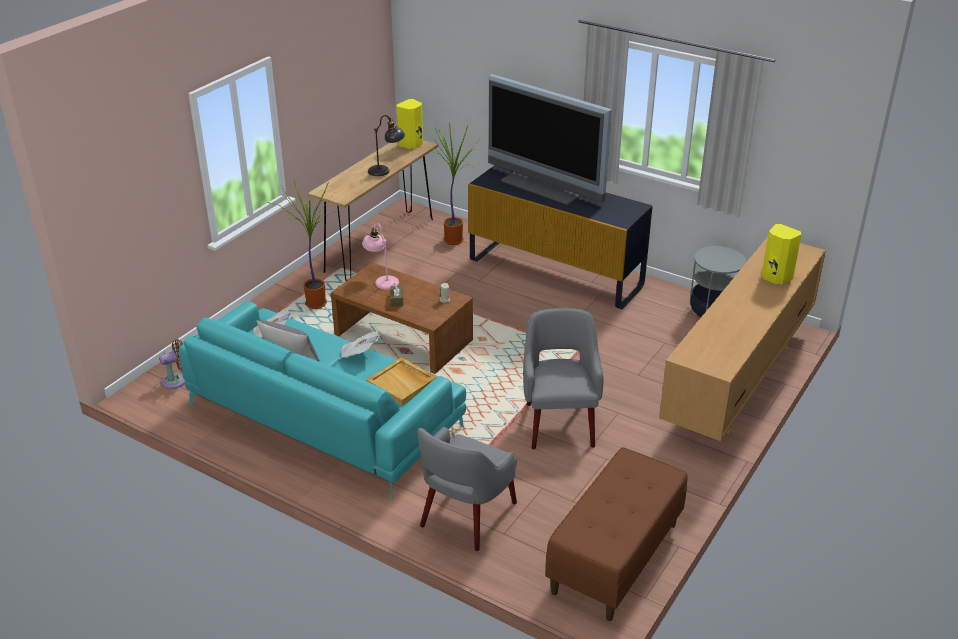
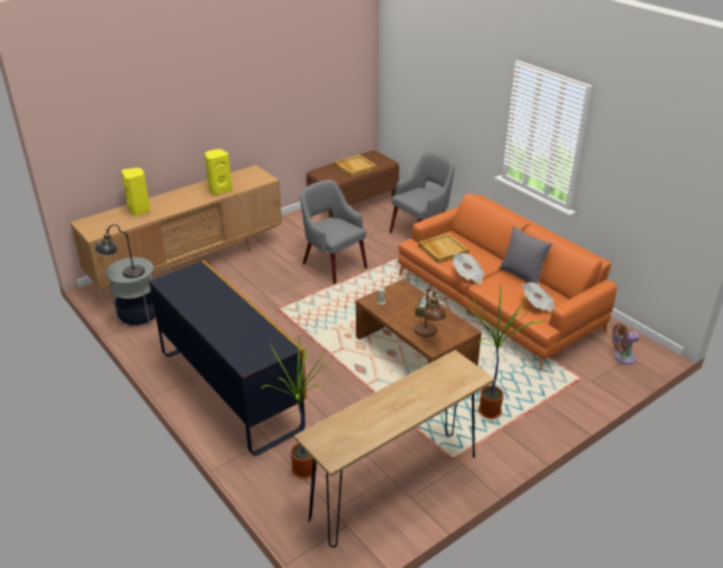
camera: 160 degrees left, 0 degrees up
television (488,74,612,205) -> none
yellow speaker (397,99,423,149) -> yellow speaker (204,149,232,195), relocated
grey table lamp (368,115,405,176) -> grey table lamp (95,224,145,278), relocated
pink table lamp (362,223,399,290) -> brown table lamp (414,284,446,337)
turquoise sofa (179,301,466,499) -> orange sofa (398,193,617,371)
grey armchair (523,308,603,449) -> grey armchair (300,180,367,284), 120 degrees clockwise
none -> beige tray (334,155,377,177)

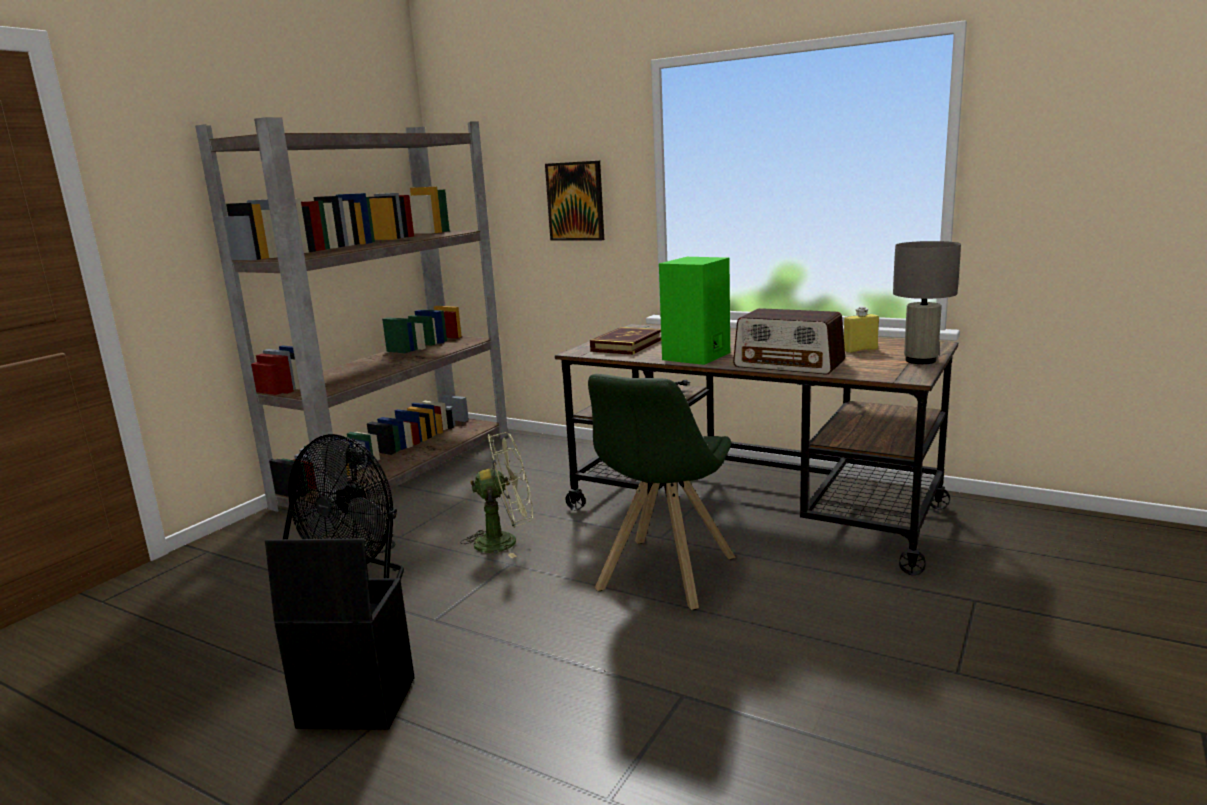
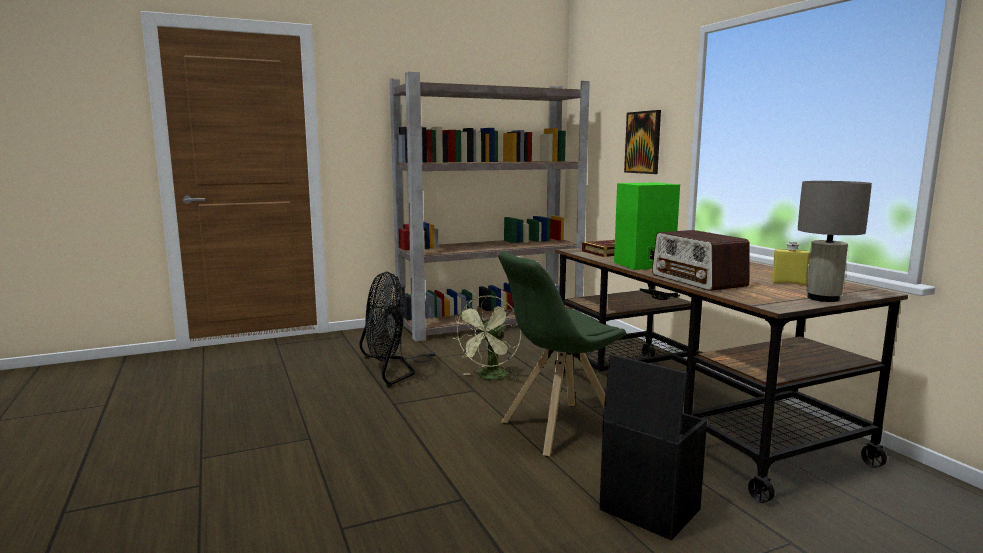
camera: 35 degrees right, 5 degrees down
green fan (460,432,533,558) -> green fan (454,295,521,380), 90 degrees clockwise
black storage box (265,538,415,730) -> black storage box (599,354,707,540), relocated

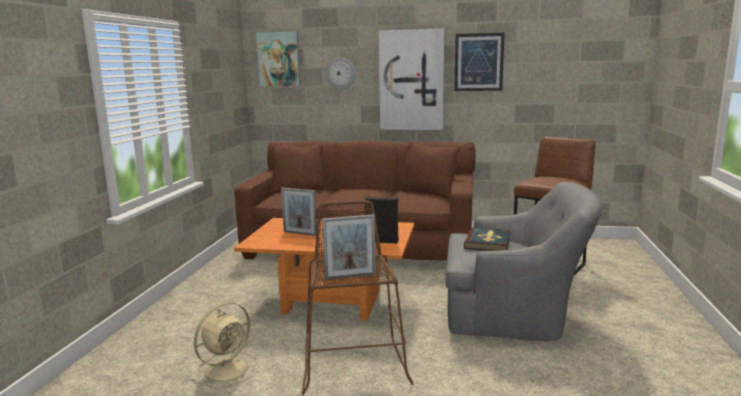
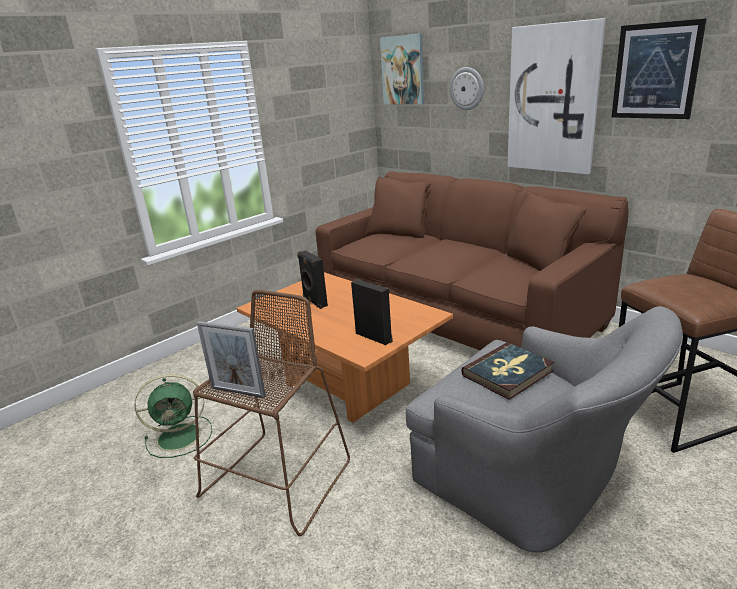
camera: 35 degrees right, 10 degrees up
picture frame (281,188,317,236) -> black speaker (297,250,328,309)
beige fan (191,302,260,388) -> green fan (134,374,212,458)

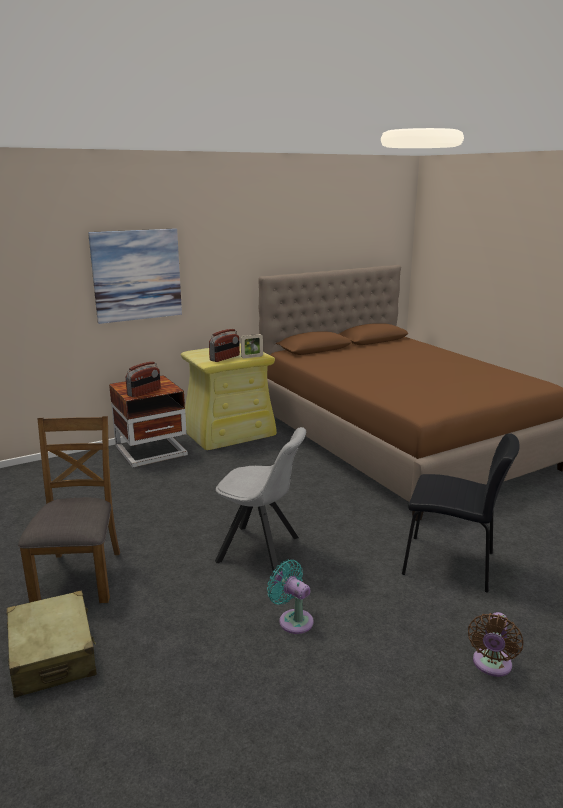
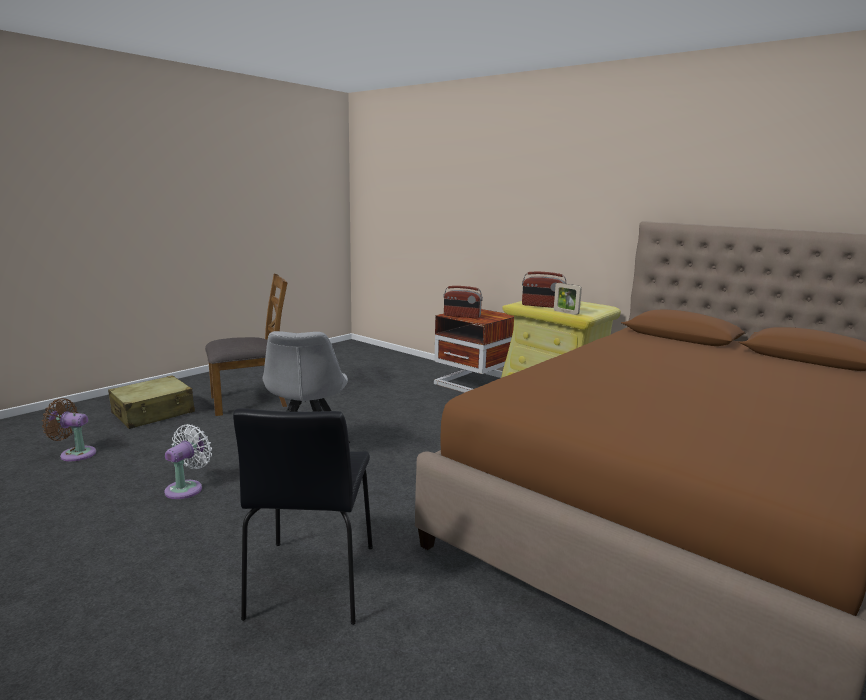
camera: 70 degrees right, 5 degrees down
picture (88,228,182,324) -> none
turquoise fan (267,560,313,634) -> white fan (164,424,212,499)
brown fan (468,612,523,677) -> brown fan (42,398,96,461), relocated

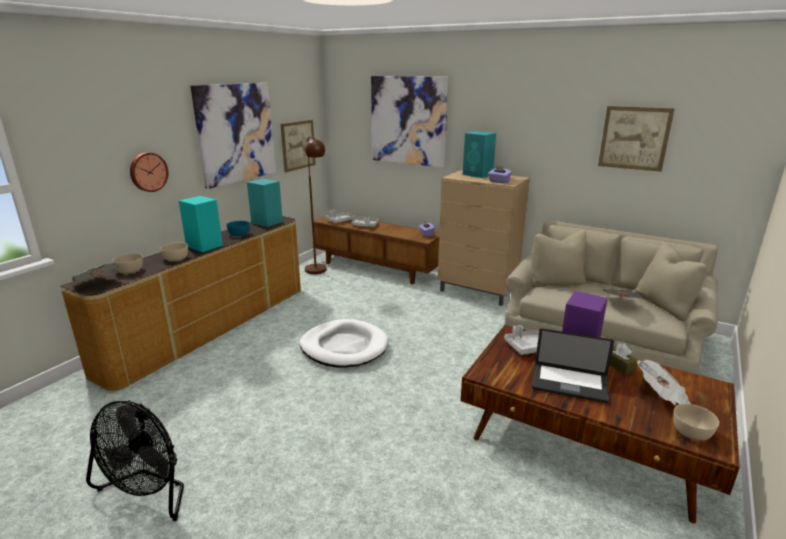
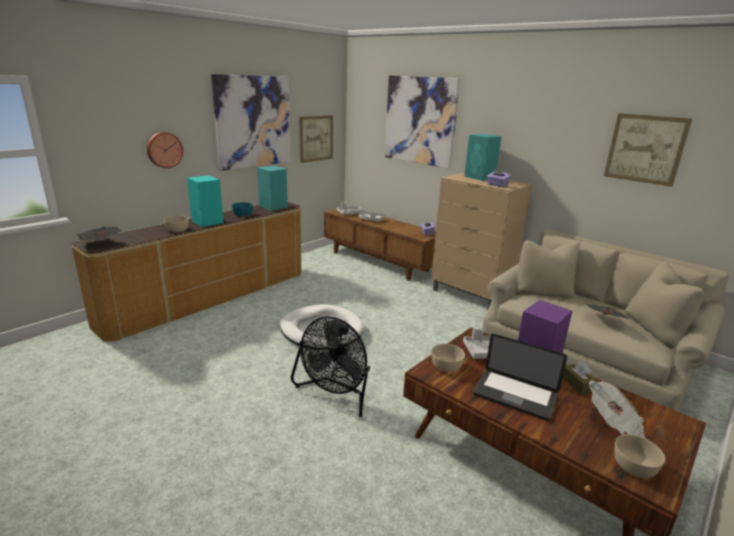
camera: 10 degrees right, 0 degrees up
brown floor lamp (305,136,327,274) -> none
beige bowl (112,253,143,273) -> beige bowl (431,344,465,372), relocated
black fan (86,400,184,521) -> black fan (291,317,370,417), relocated

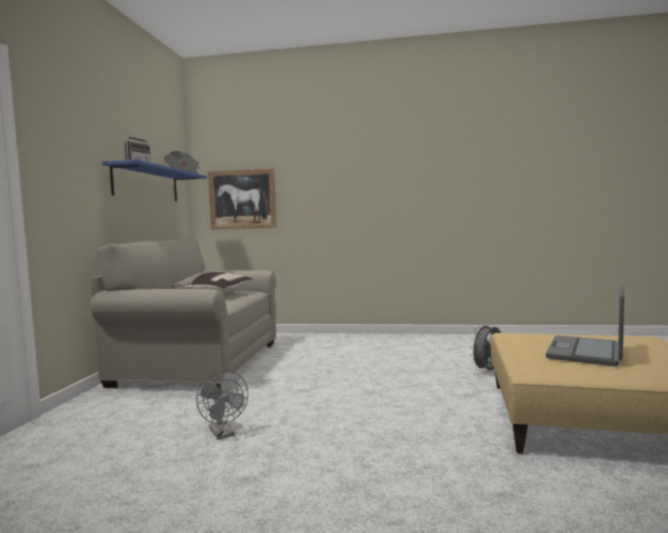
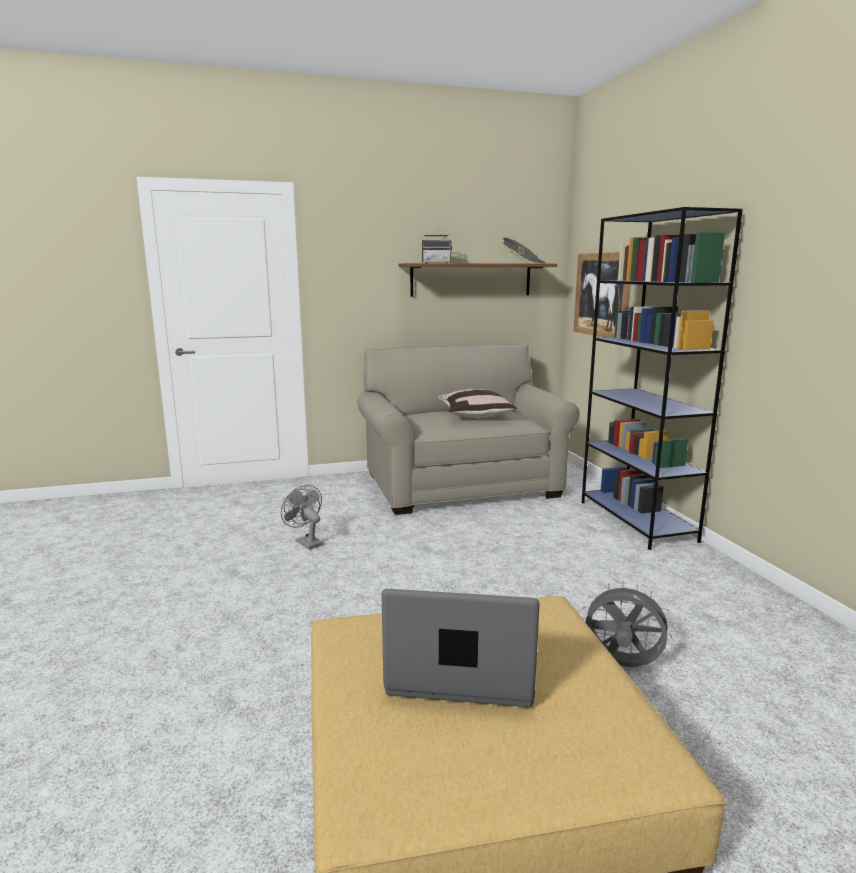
camera: 65 degrees right, 10 degrees up
blue shelf (102,159,207,202) -> brown shelf (399,263,557,297)
grey fan (196,370,248,439) -> grey fan (281,485,323,550), 105 degrees clockwise
none -> blue bookcase (582,207,743,550)

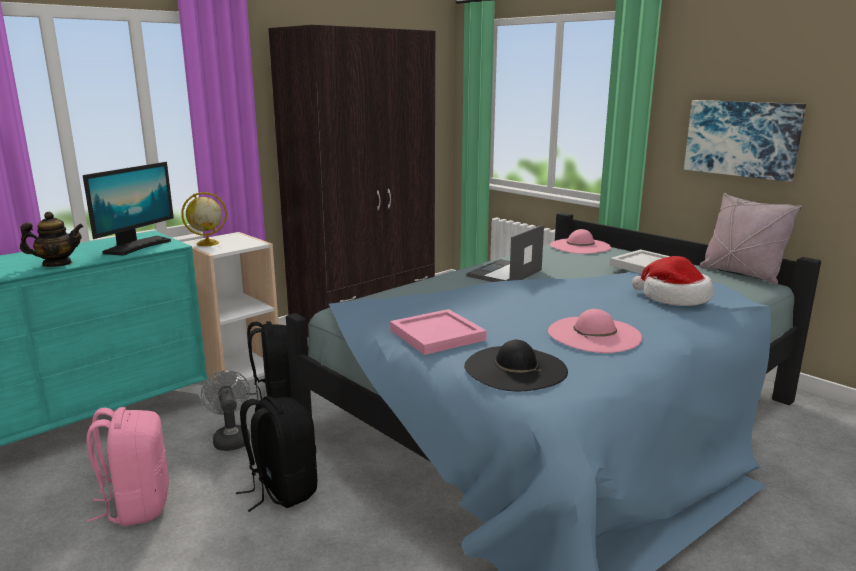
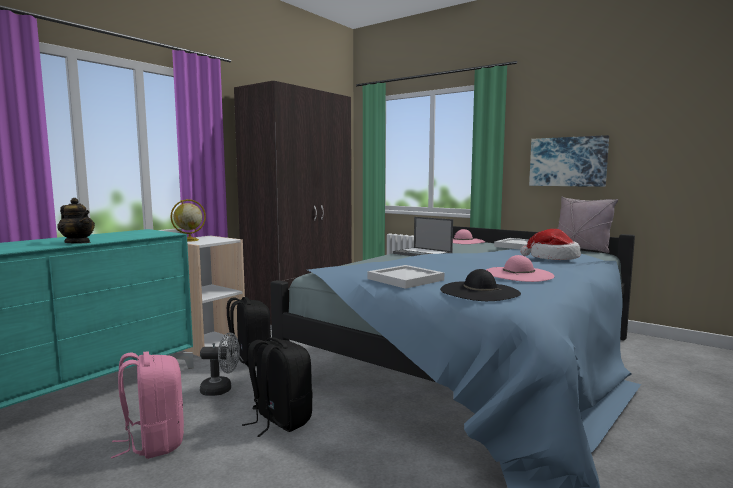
camera: 10 degrees left, 10 degrees down
monitor (83,162,174,256) -> none
teapot (20,212,84,267) -> teapot (57,198,95,243), 60 degrees clockwise
laptop (466,225,544,282) -> laptop (393,217,453,256), 75 degrees counterclockwise
pink tray (390,309,487,355) -> white tray (368,265,444,289)
grey fan (201,370,250,451) -> grey fan (200,333,240,396), 120 degrees clockwise

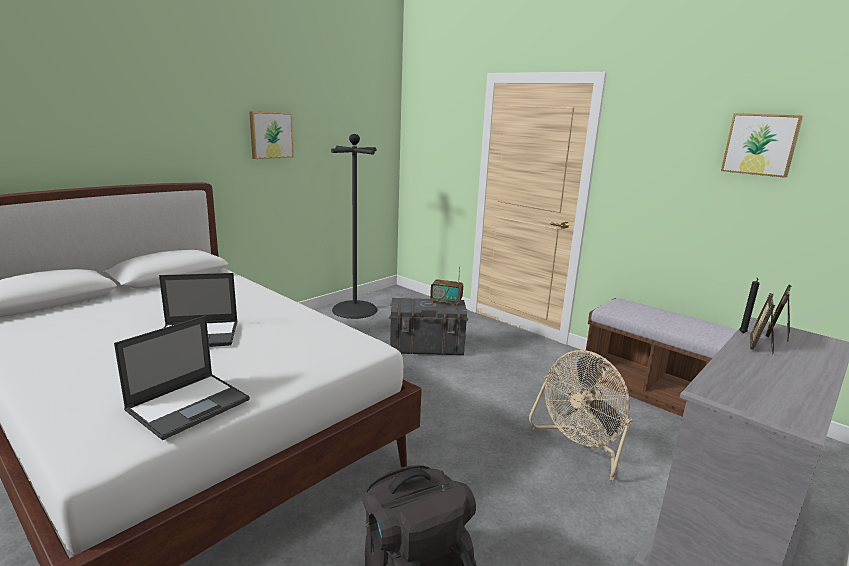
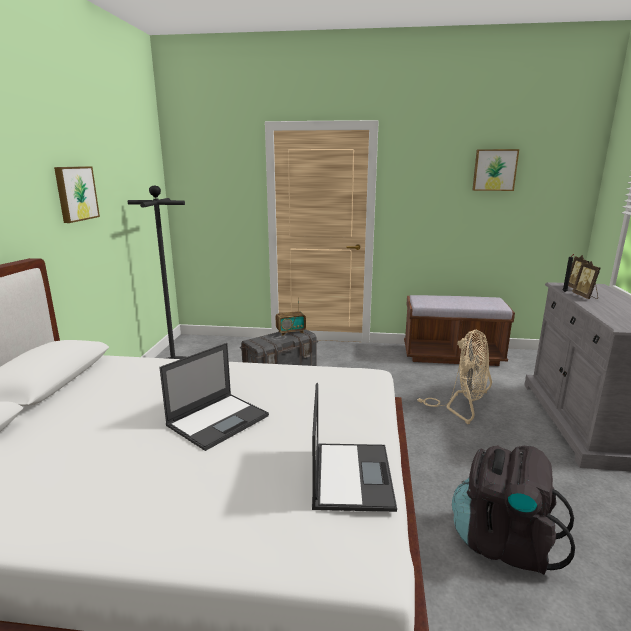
camera: 35 degrees left, 0 degrees up
beige fan (529,350,633,481) -> beige fan (417,330,492,424), 75 degrees counterclockwise

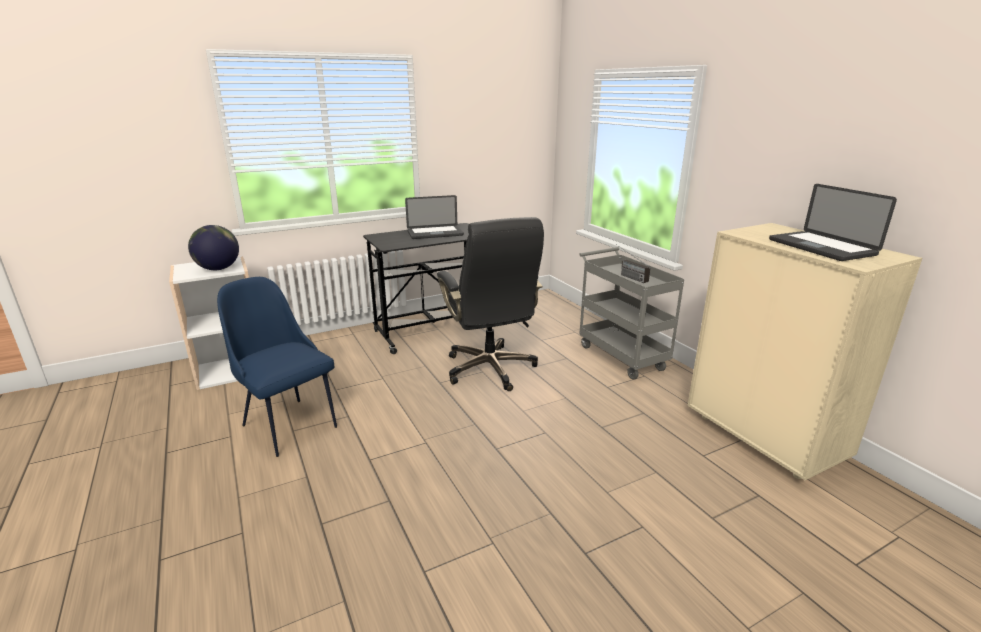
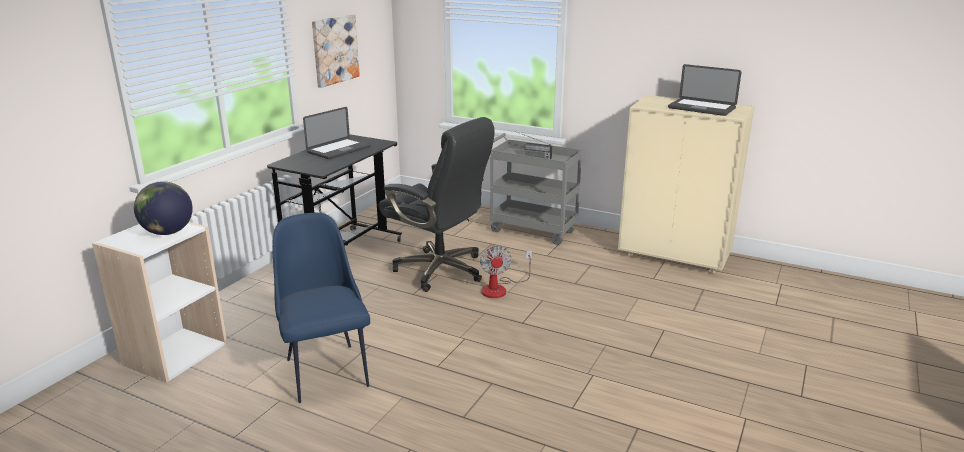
camera: 35 degrees left, 0 degrees up
blue chair (217,277,337,457) -> blue chair (272,213,370,403), 60 degrees clockwise
none -> picture (312,14,360,88)
none -> fan (480,245,532,298)

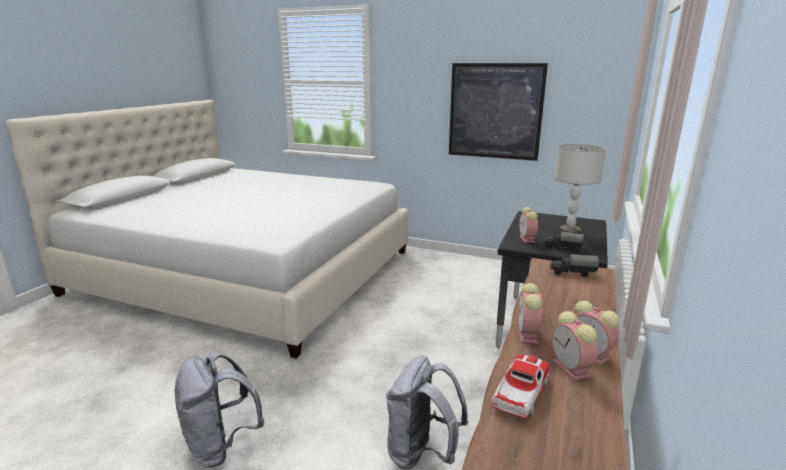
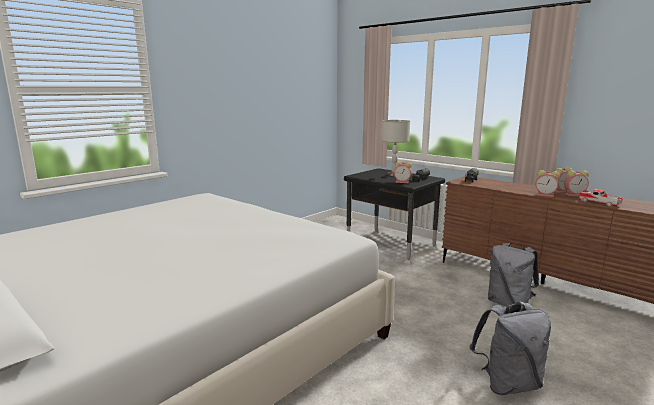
camera: 70 degrees left, 5 degrees down
picture (449,63,548,161) -> none

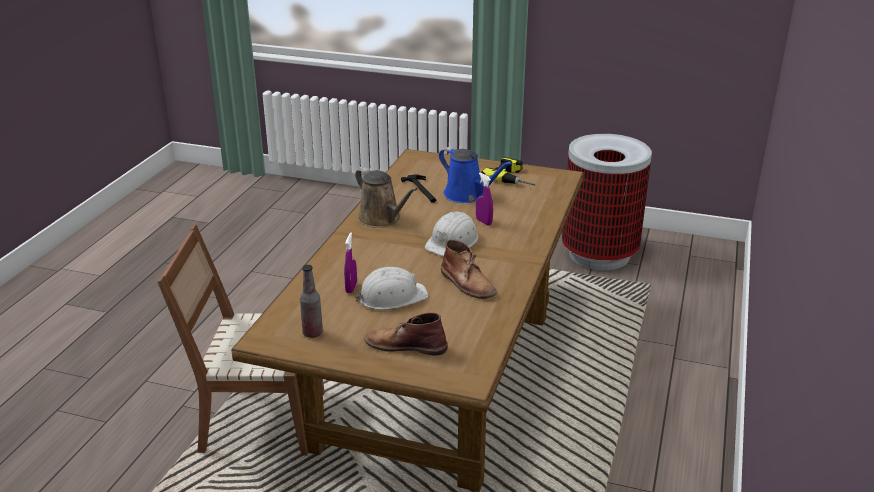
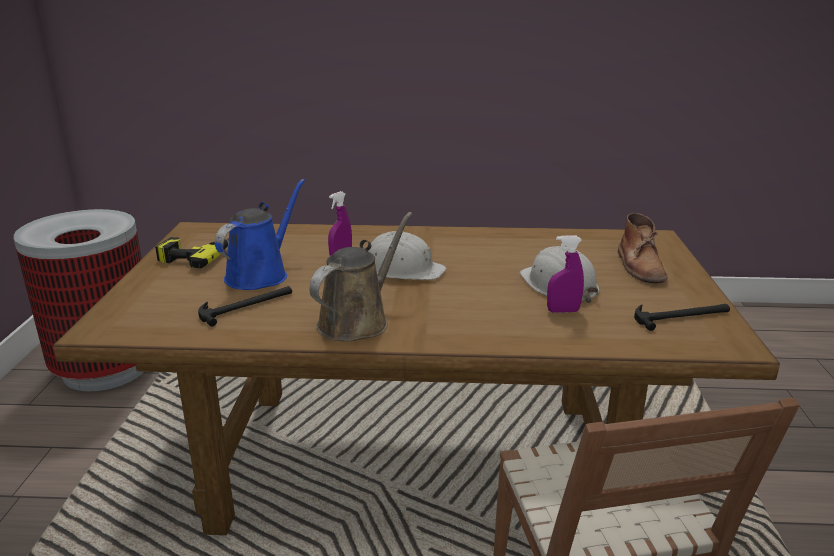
camera: 105 degrees left, 5 degrees down
brown boot (441,239,497,299) -> none
bottle (300,265,323,338) -> hammer (634,304,730,331)

